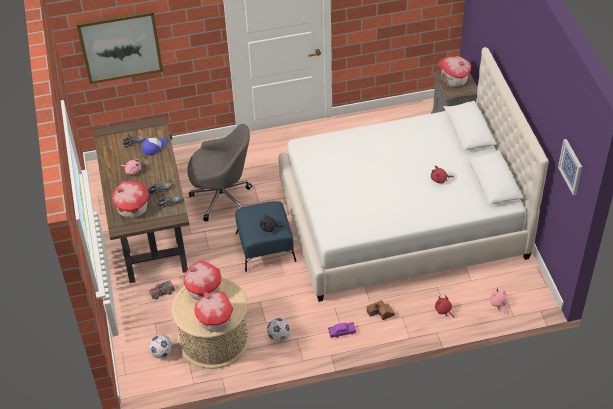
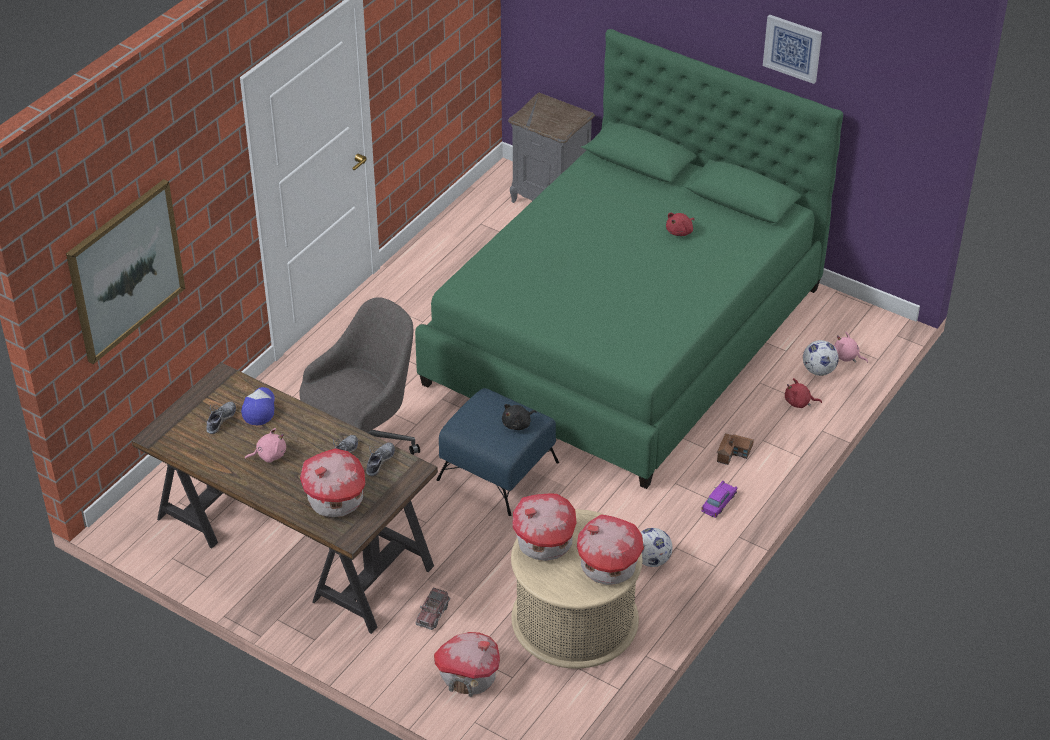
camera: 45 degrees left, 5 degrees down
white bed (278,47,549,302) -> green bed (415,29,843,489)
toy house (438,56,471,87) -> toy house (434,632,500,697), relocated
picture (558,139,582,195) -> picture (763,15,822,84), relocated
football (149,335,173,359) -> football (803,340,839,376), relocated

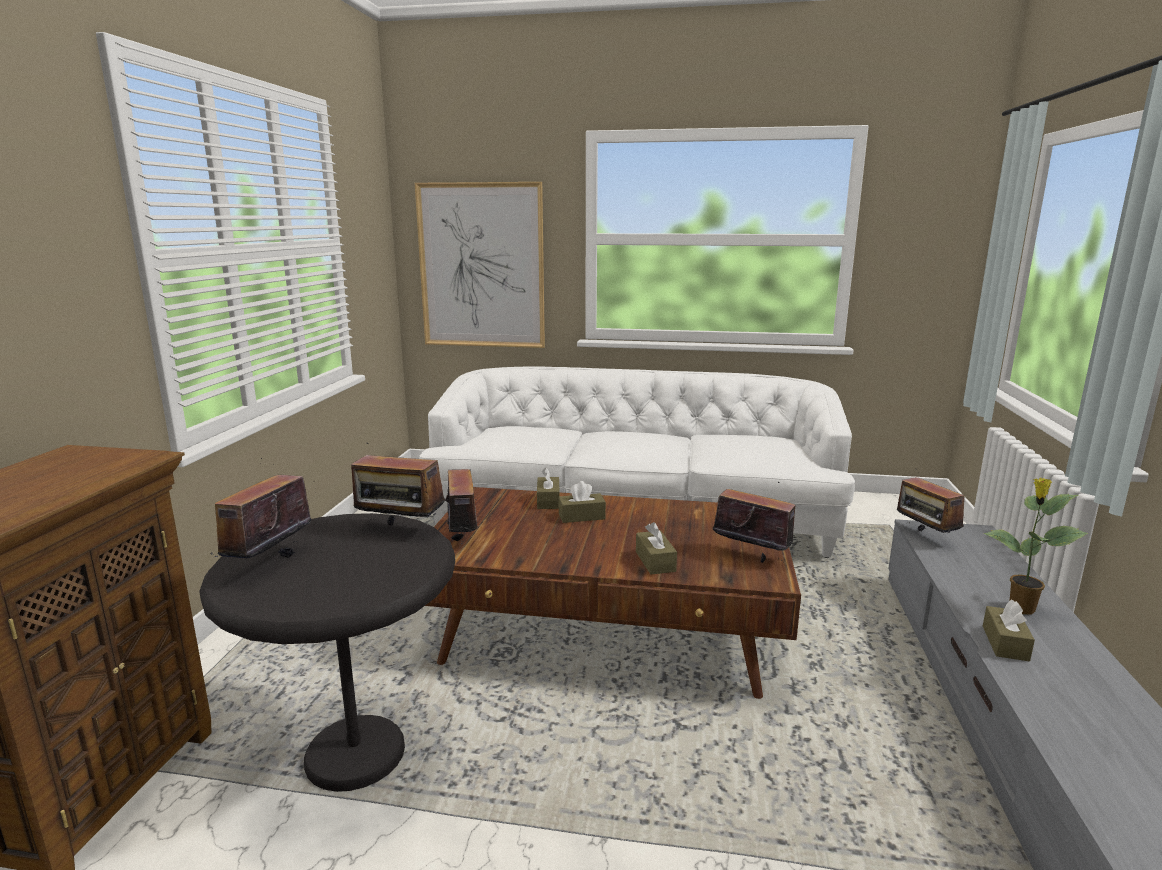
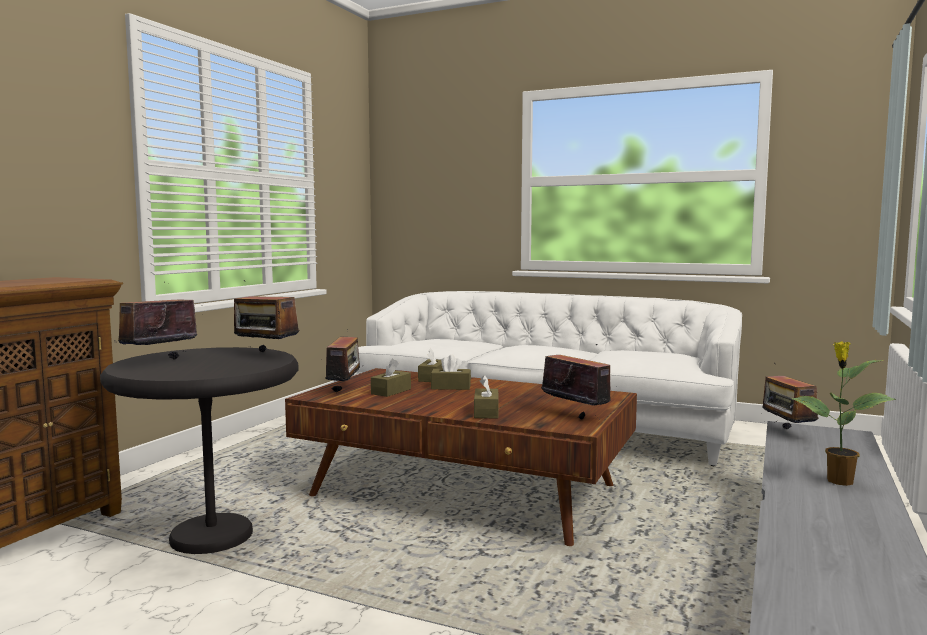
camera: 15 degrees right, 10 degrees down
picture (415,182,545,348) -> none
brown tissue box (983,600,1035,661) -> brown tissue box (371,359,411,397), relocated

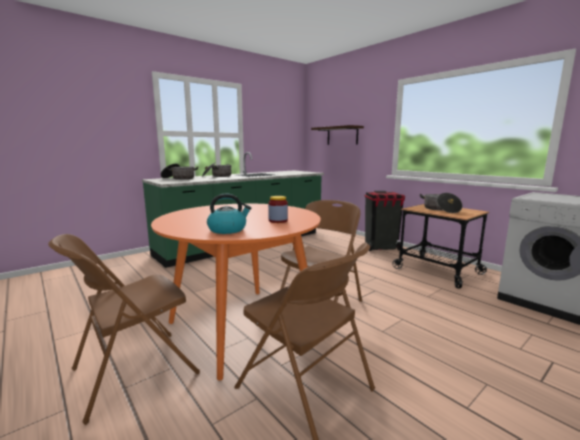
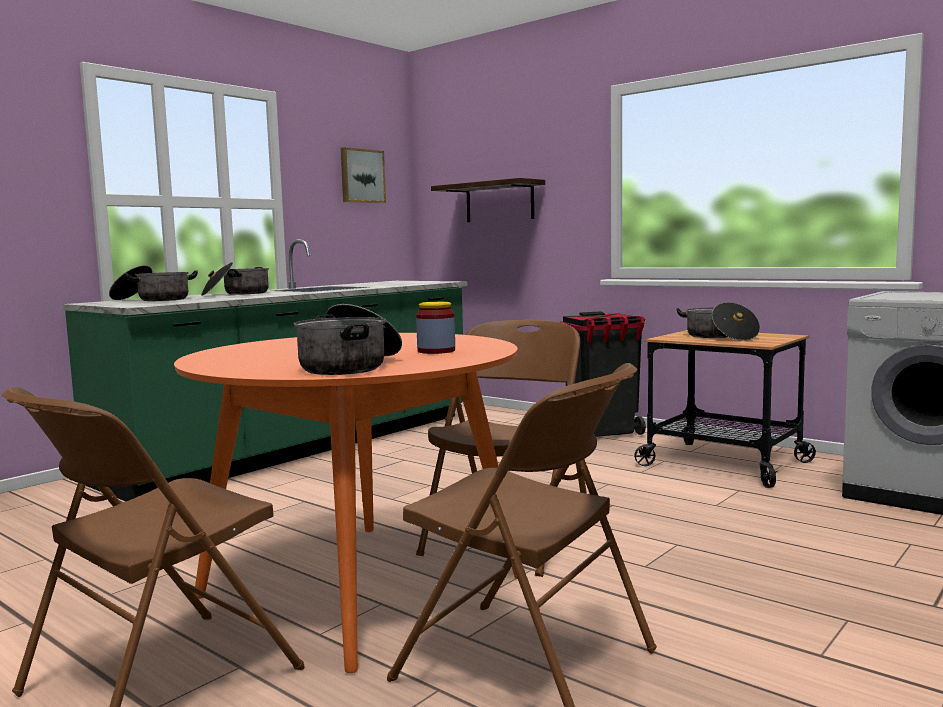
camera: 10 degrees left, 5 degrees down
kettle (207,193,251,234) -> cooking pot (294,304,402,375)
none -> picture (341,147,386,203)

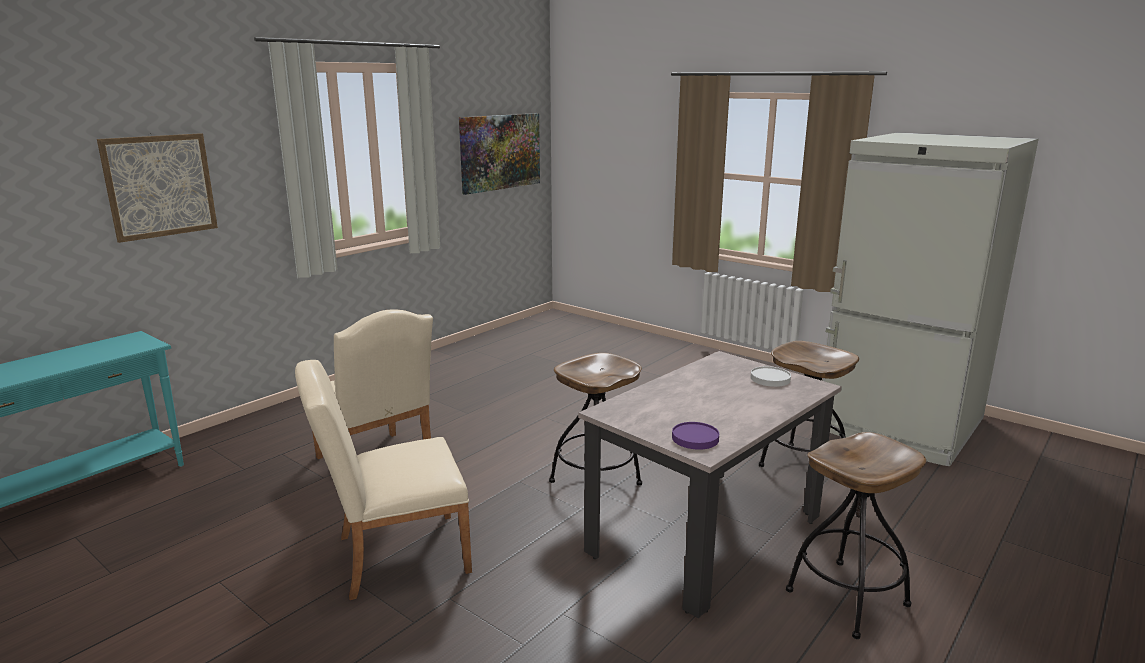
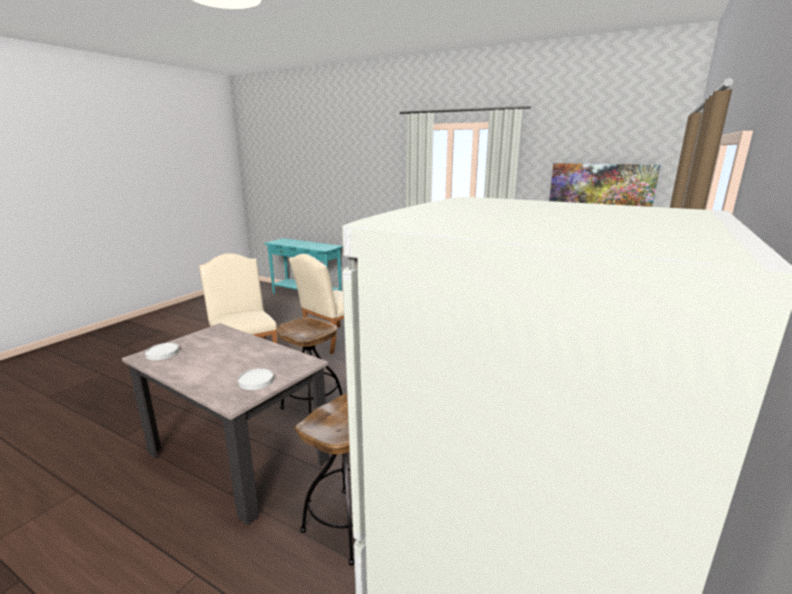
camera: 80 degrees right, 0 degrees up
picture (97,133,218,243) -> none
purple plate (672,422,719,450) -> white plate (145,343,179,360)
brown stool (786,432,926,639) -> none

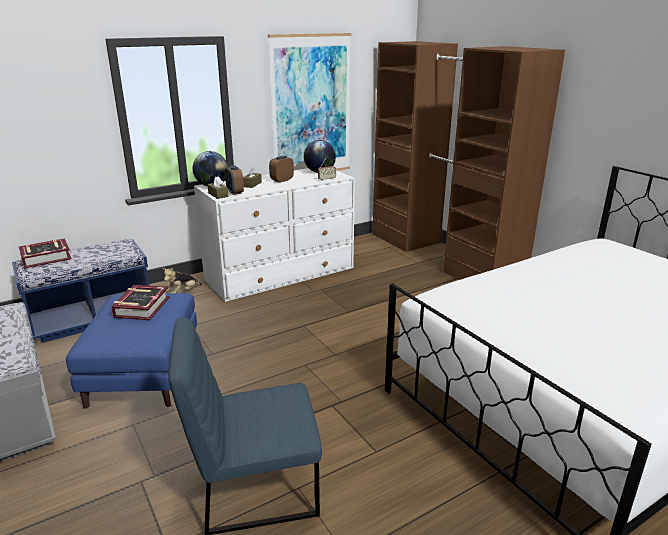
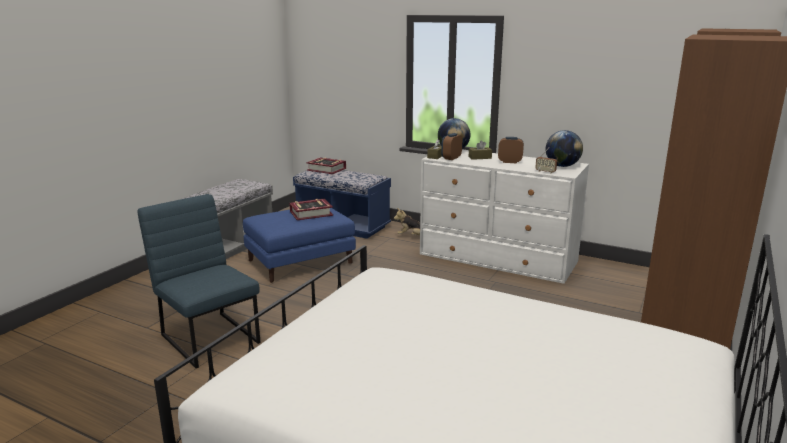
camera: 60 degrees right, 5 degrees down
picture (268,33,352,171) -> none

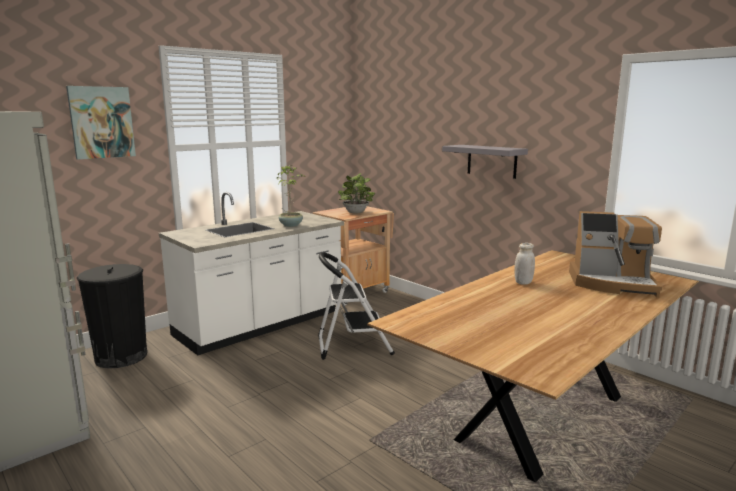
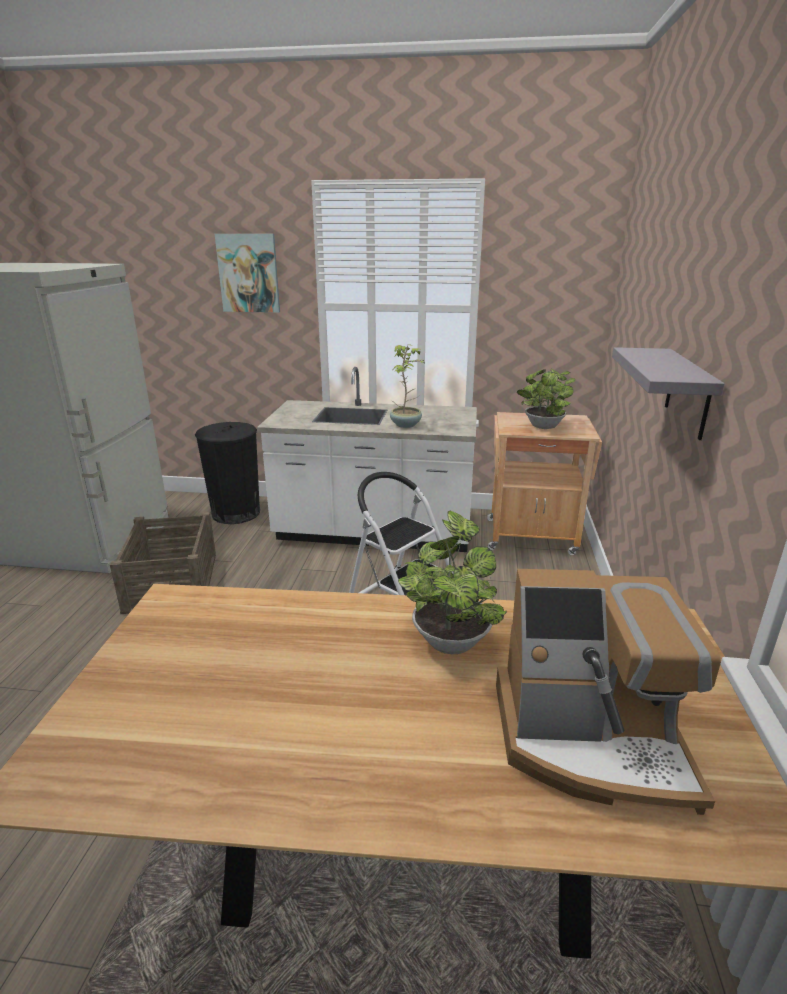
camera: 50 degrees right, 10 degrees up
coffee machine (569,211,662,298) -> coffee machine (496,569,721,815), 60 degrees counterclockwise
white jar (514,243,535,285) -> potted plant (398,510,507,654)
none -> crate (110,512,216,614)

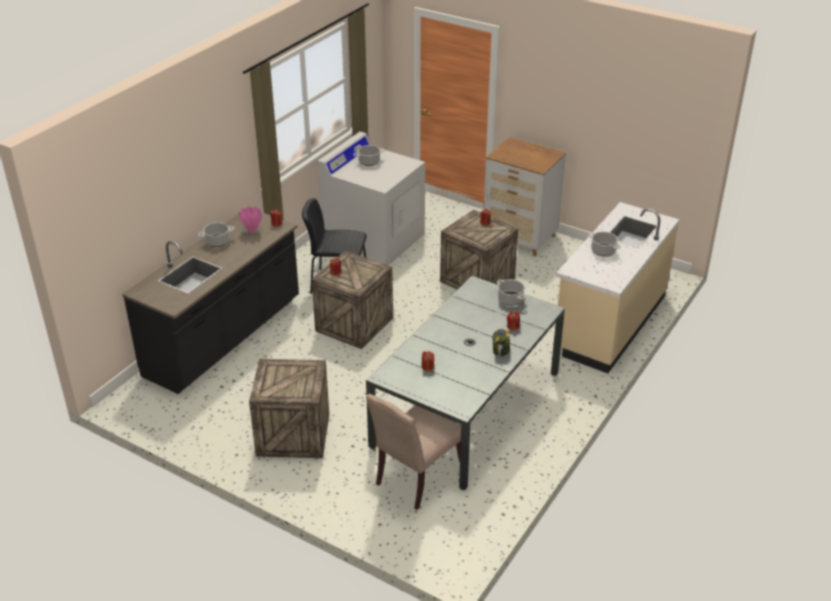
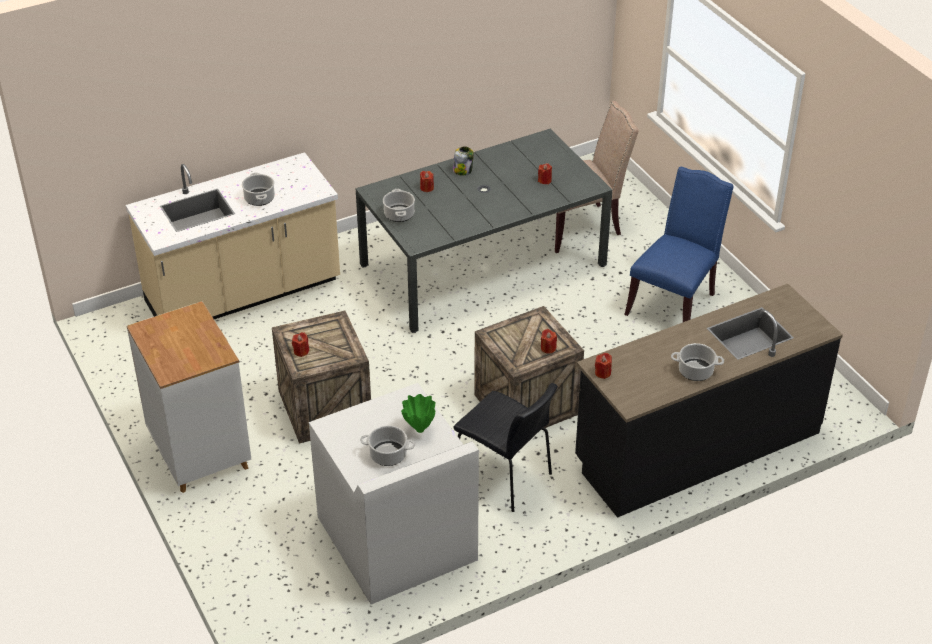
camera: 150 degrees left, 5 degrees up
pink vase (238,206,262,233) -> none
crate (249,359,329,458) -> blue chair (624,167,734,322)
none -> green vase (401,394,436,433)

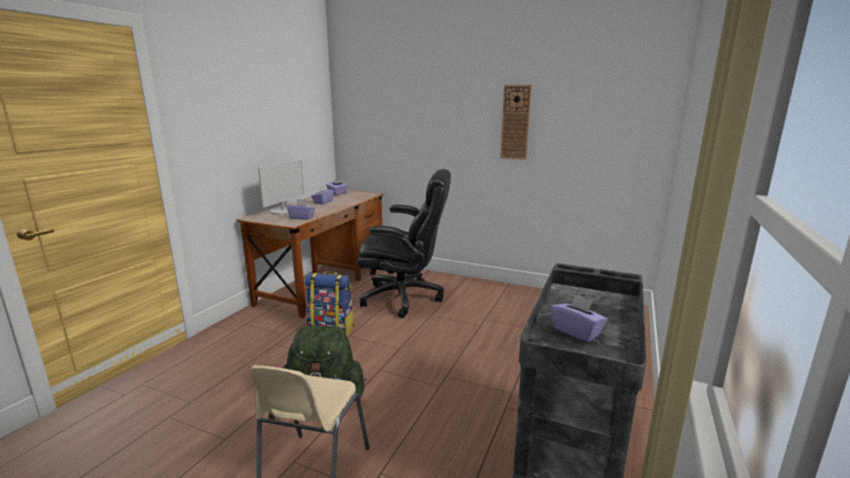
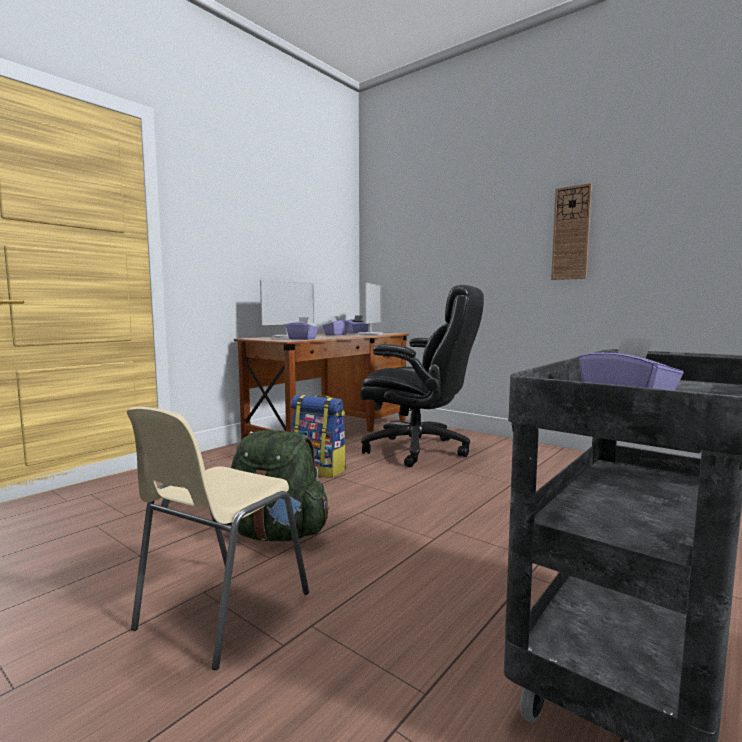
camera: 15 degrees right, 10 degrees down
none -> monitor (357,283,383,335)

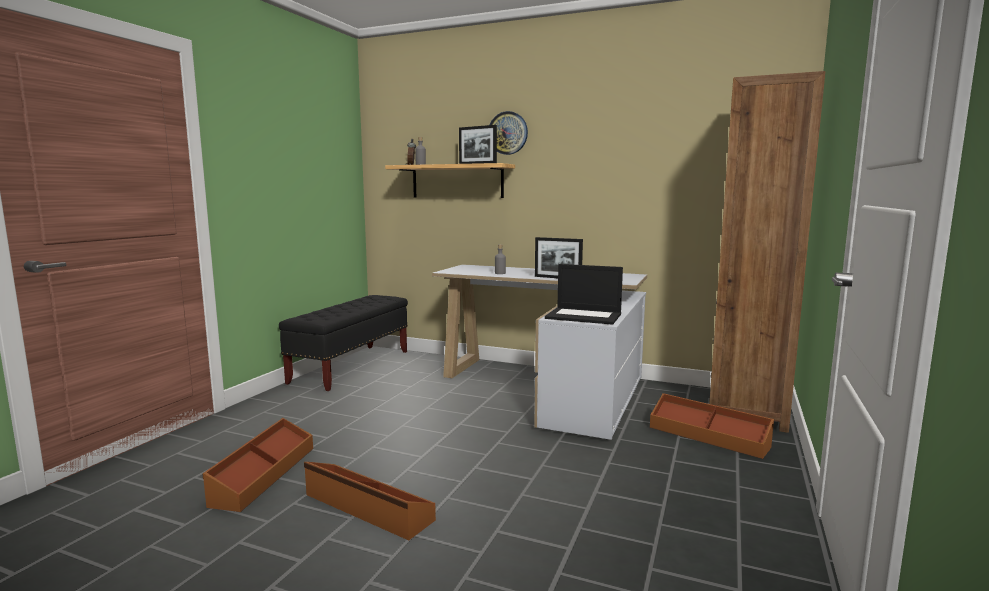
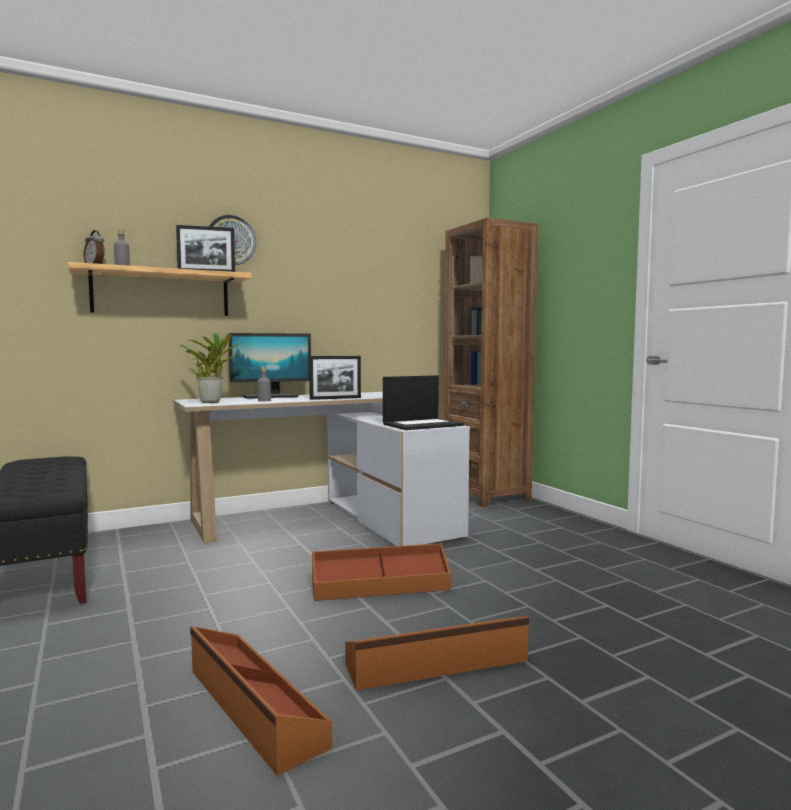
camera: 50 degrees left, 5 degrees down
brown storage box (650,393,774,459) -> brown storage box (312,543,451,601), relocated
none -> potted plant (180,333,244,403)
none -> monitor (228,333,311,399)

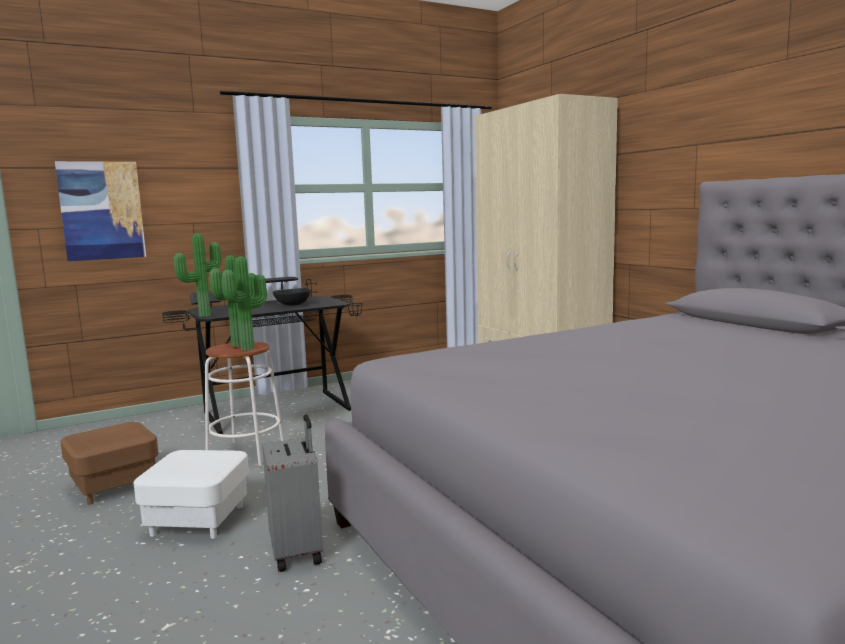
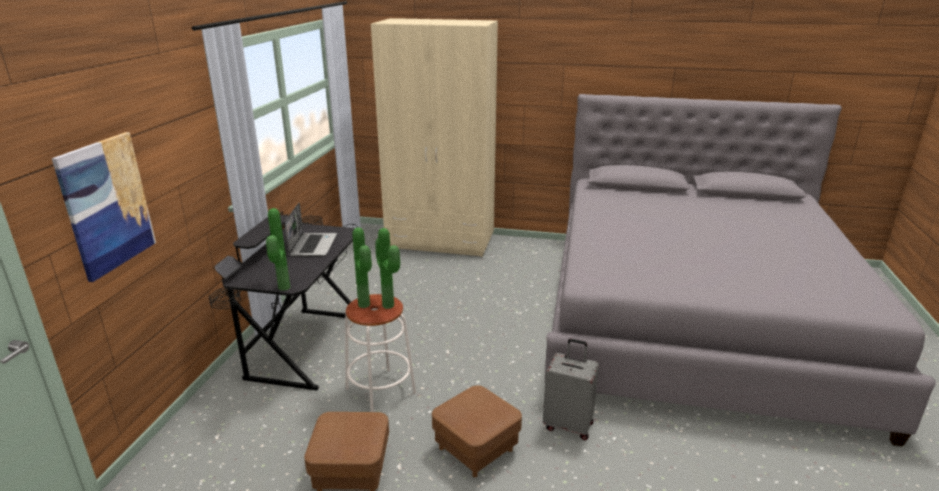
camera: 50 degrees left, 15 degrees up
black bowl (273,288,311,305) -> laptop (285,203,337,257)
white ottoman (134,450,249,539) -> brown ottoman (432,386,522,477)

